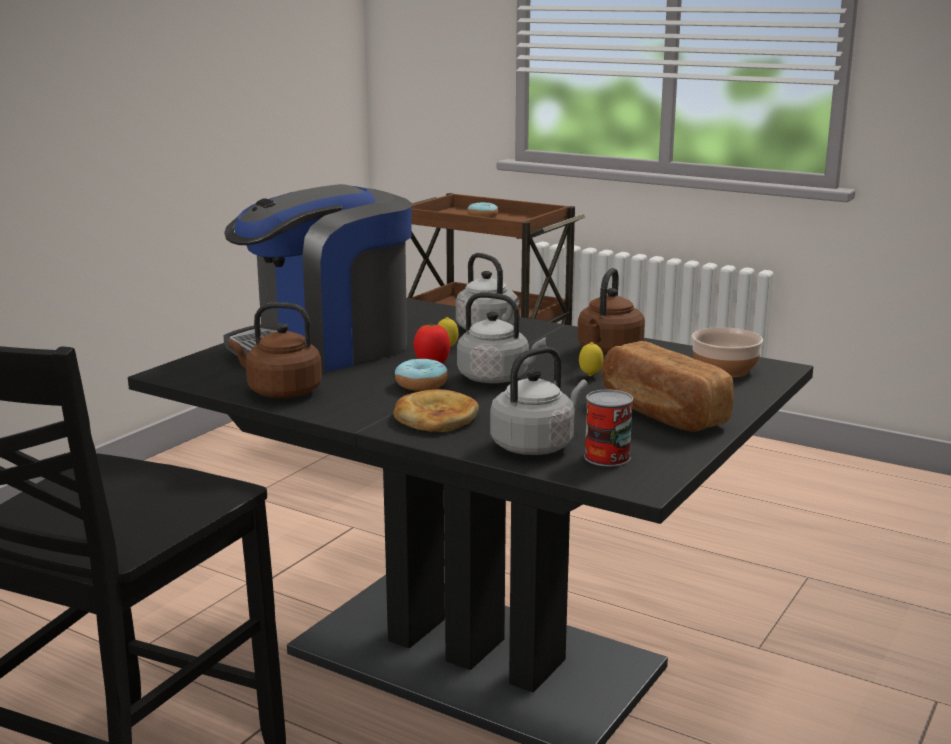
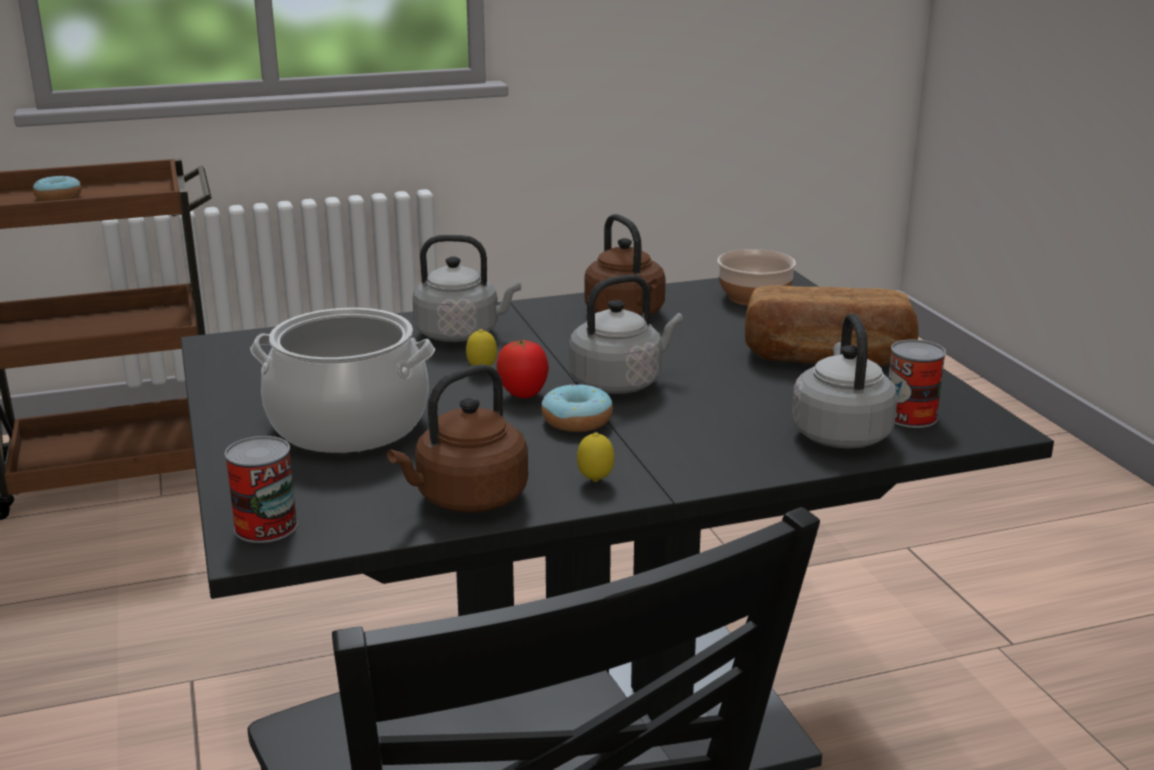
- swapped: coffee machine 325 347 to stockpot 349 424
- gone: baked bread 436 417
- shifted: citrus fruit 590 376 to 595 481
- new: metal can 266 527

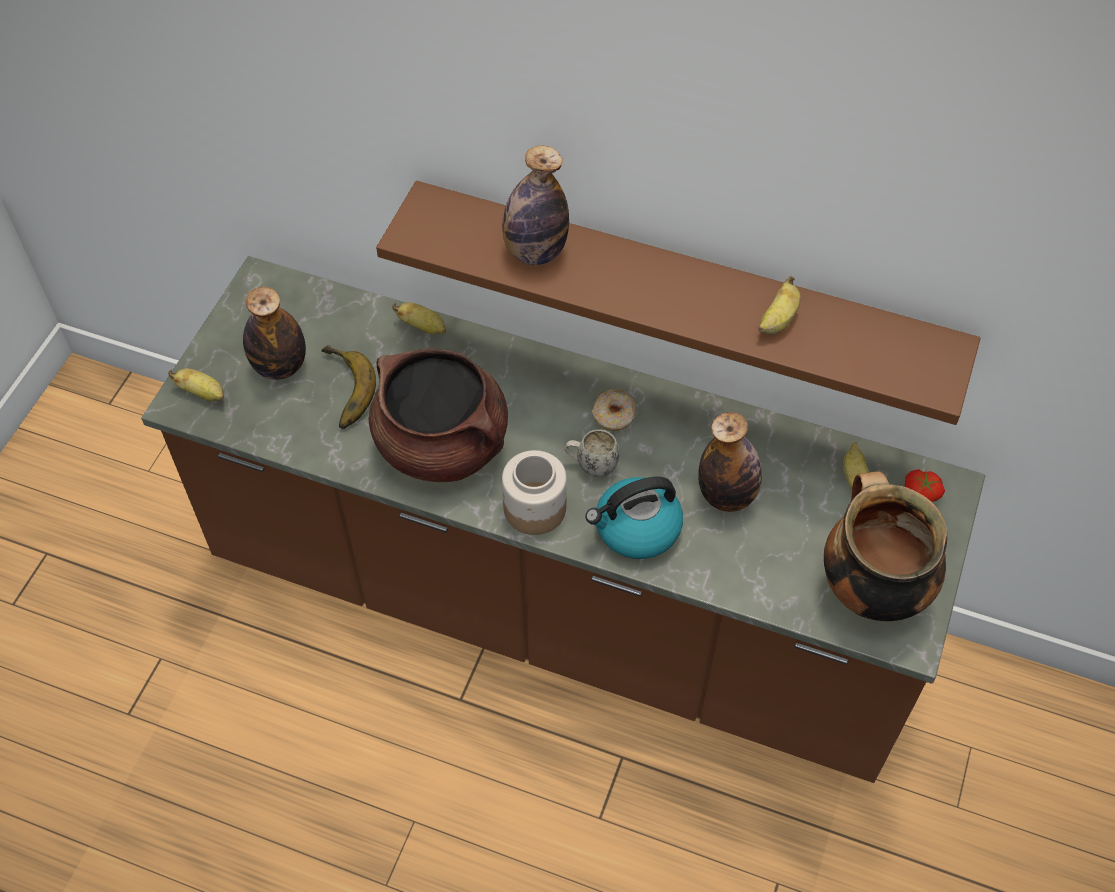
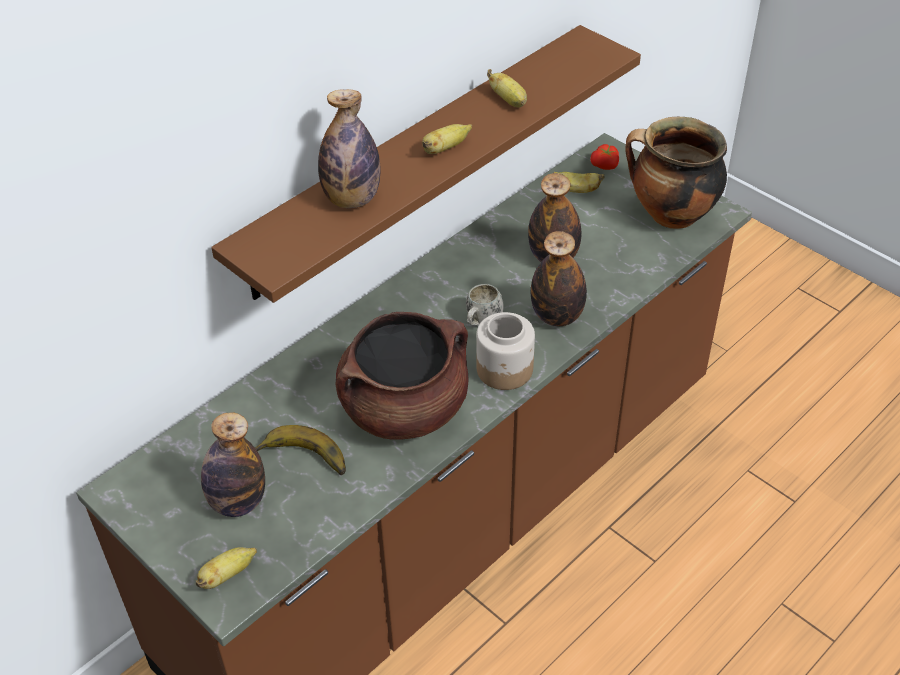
- shifted: whole banana 423 327 to 445 148
- swapped: kettle 636 529 to bottle 557 316
- gone: donut 614 415

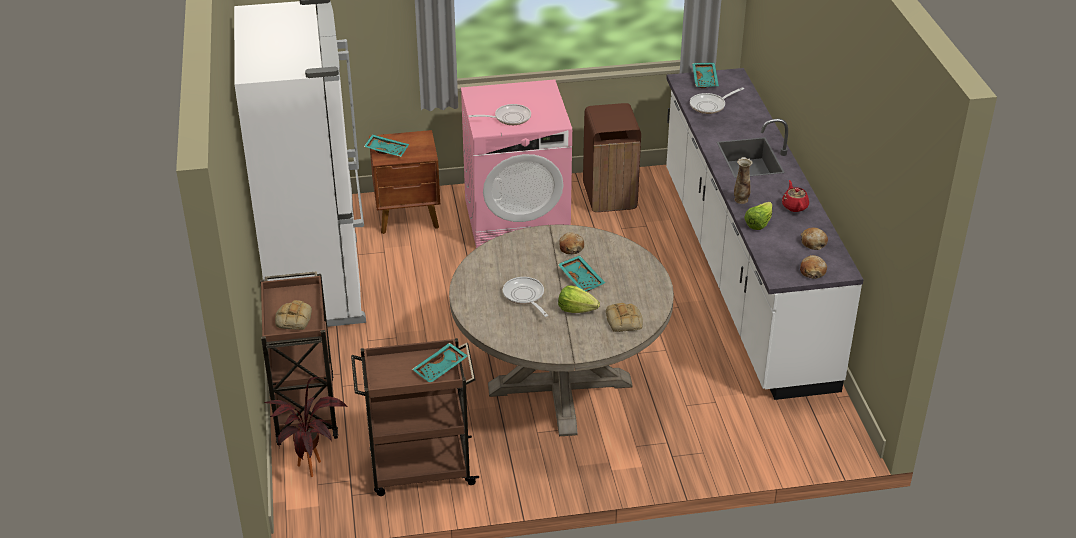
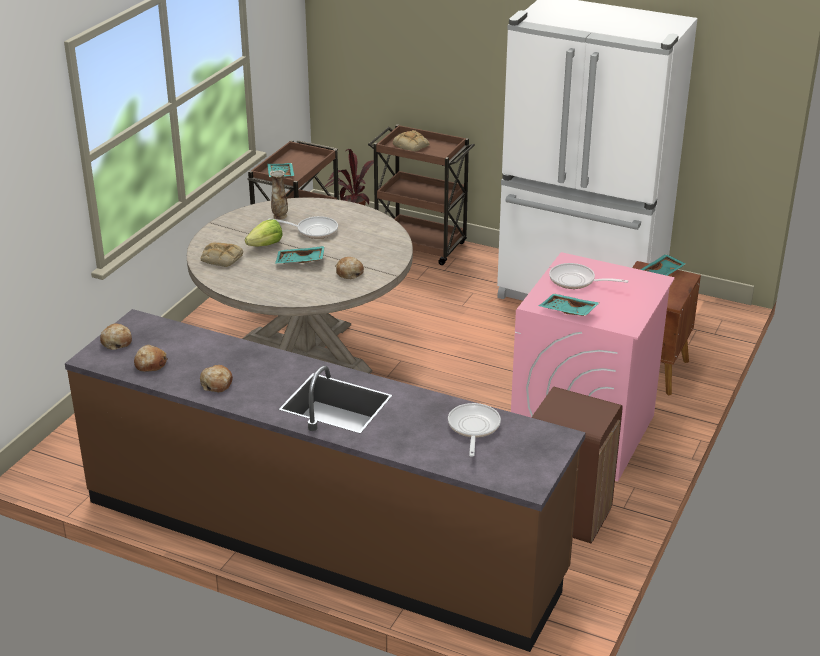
- rotated: skillet 509 118 = 576 281 90 degrees clockwise
- repainted: kitchen base unit (white-coloured) 743 275 to kitchen base unit (brownish) 321 538
- shifted: serving tray (turquoise) 705 79 to 567 312
- shifted: vase 741 200 to 280 216
- gone: lettuce head 758 223
- swapped: teapot (reddish) 794 206 to baked bread 217 384

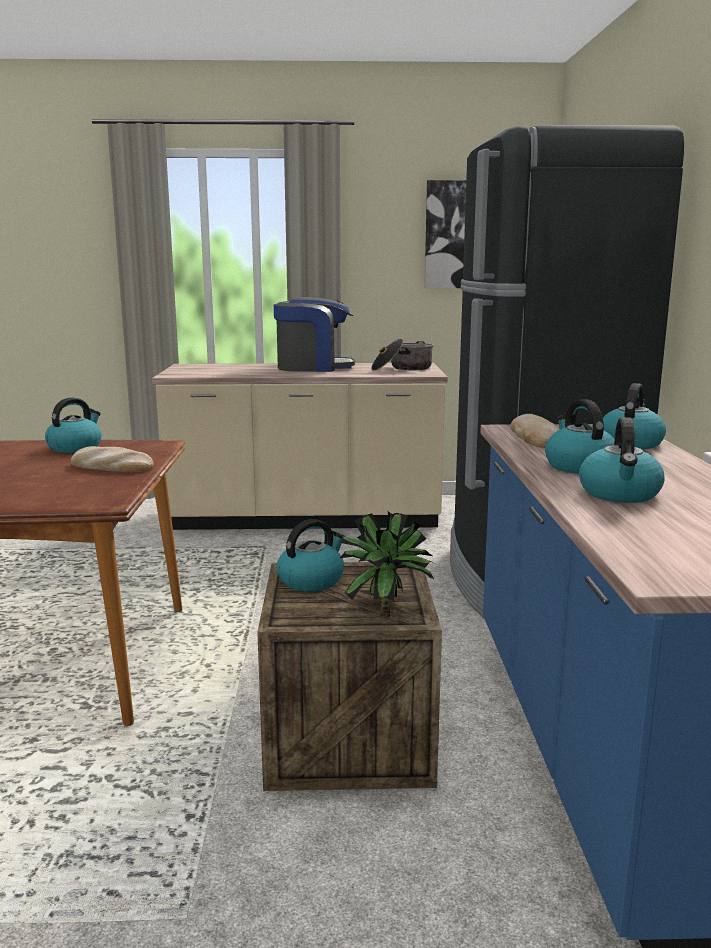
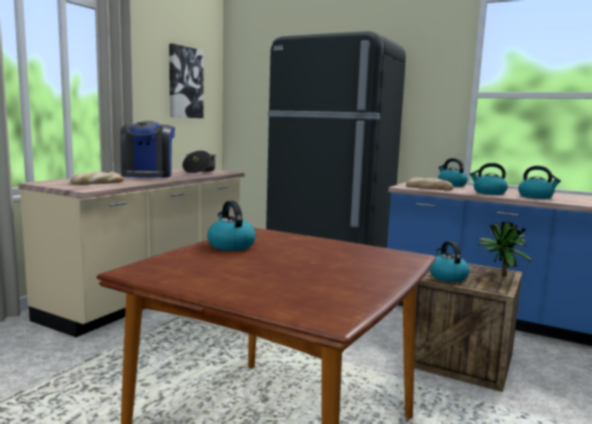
- shifted: baked bread 111 466 to 97 182
- rotated: coffee machine 313 367 = 148 175 150 degrees clockwise

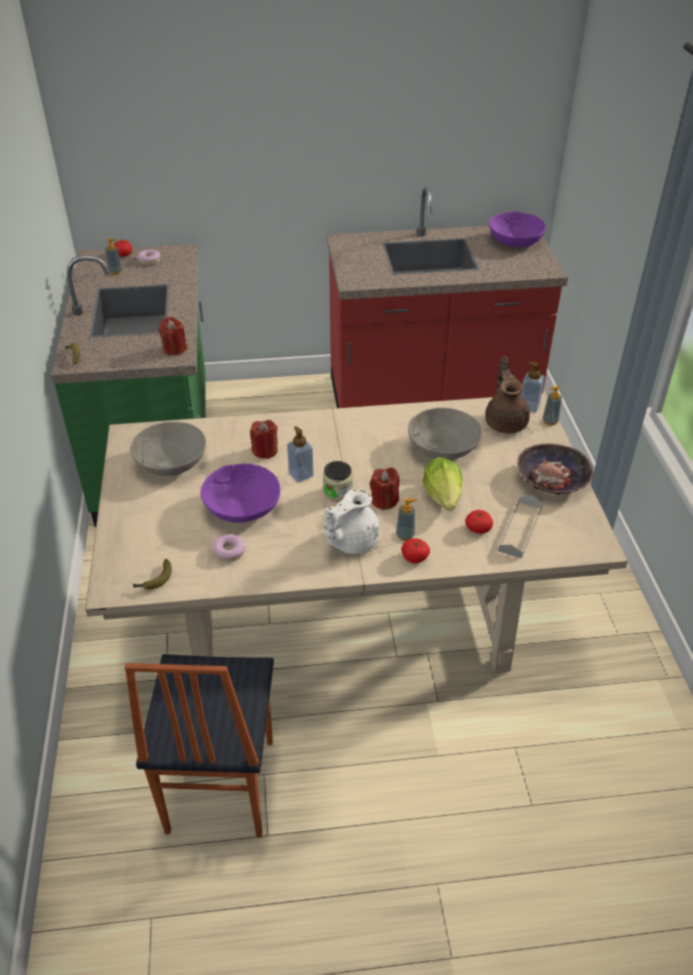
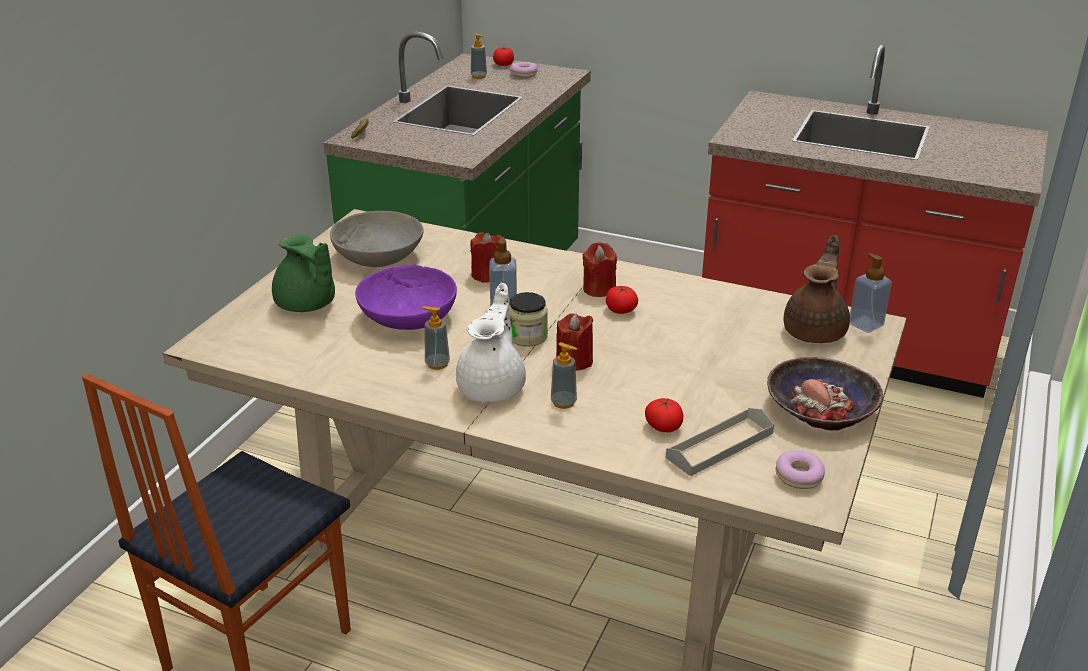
- gone: whole banana 155 580
- shifted: wax light (reddish) 174 349 to 599 289
- shifted: donut 229 551 to 799 476
- rotated: teapot (white-coloured) 351 541 = 493 387 120 degrees clockwise
- shifted: fresh tomato 414 557 to 621 309
- gone: deep dish (greyish) 442 448
- gone: lettuce head 443 496
- gone: deep dish (purplish) 514 241
- shifted: soap dispenser 549 421 to 437 364
- new: teapot (green-coloured) 307 305

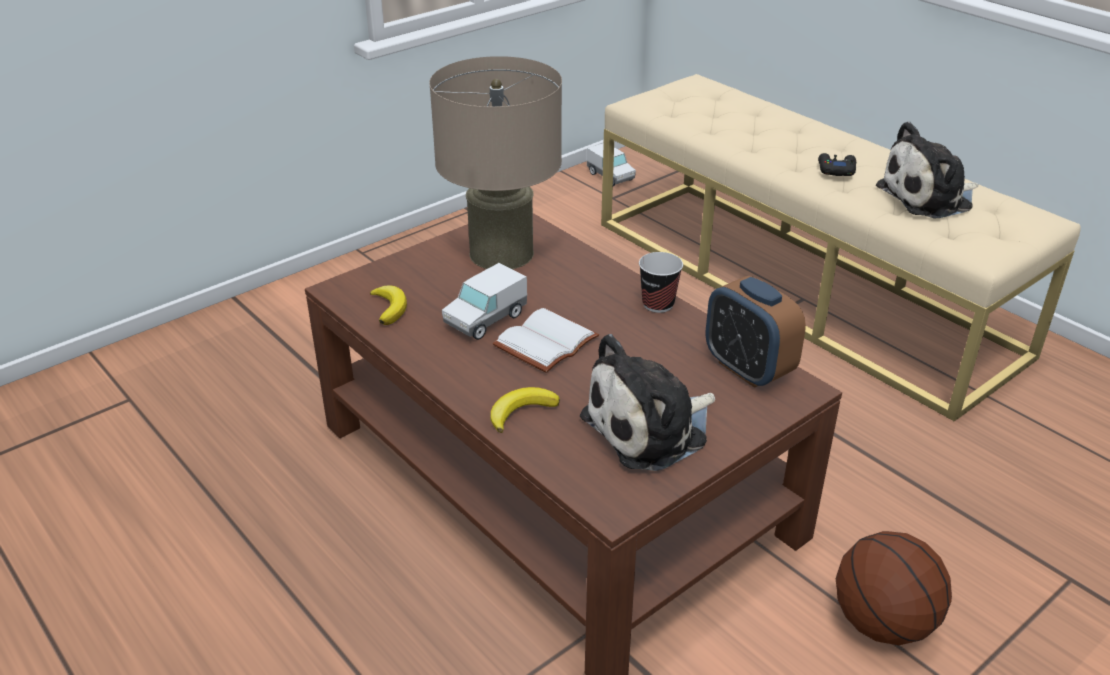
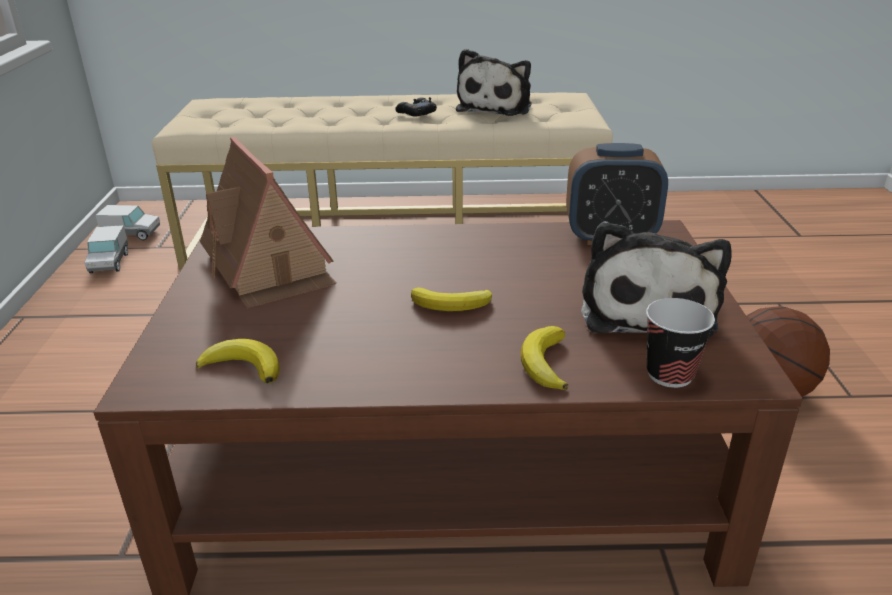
- swapped: lamp for a table (sand-coloured) 501 253 to miniature house 269 266
- shifted: toy truck 485 320 to 110 263
- swapped: volume (white-coloured) 547 344 to whole banana 453 304
- shifted: drinking cup 658 304 to 670 374

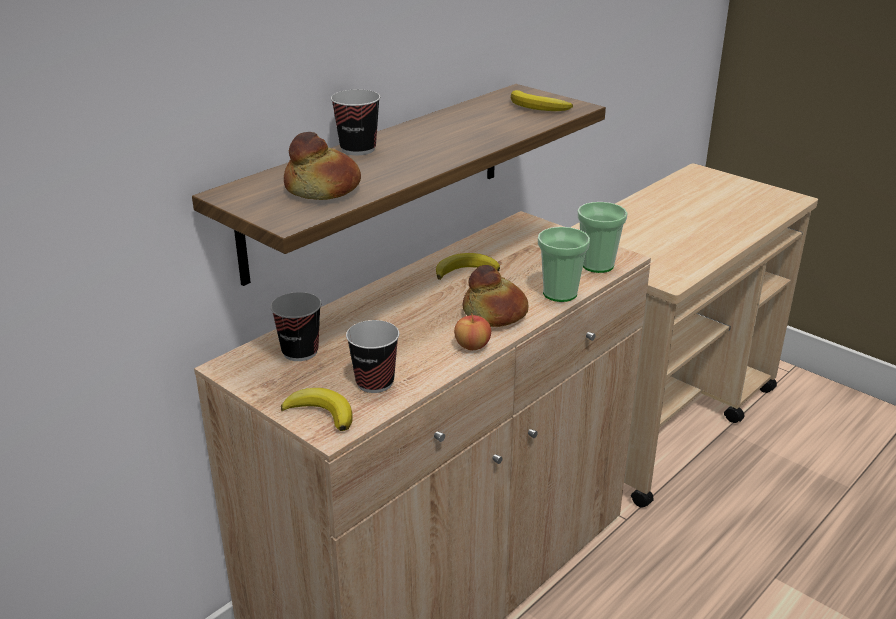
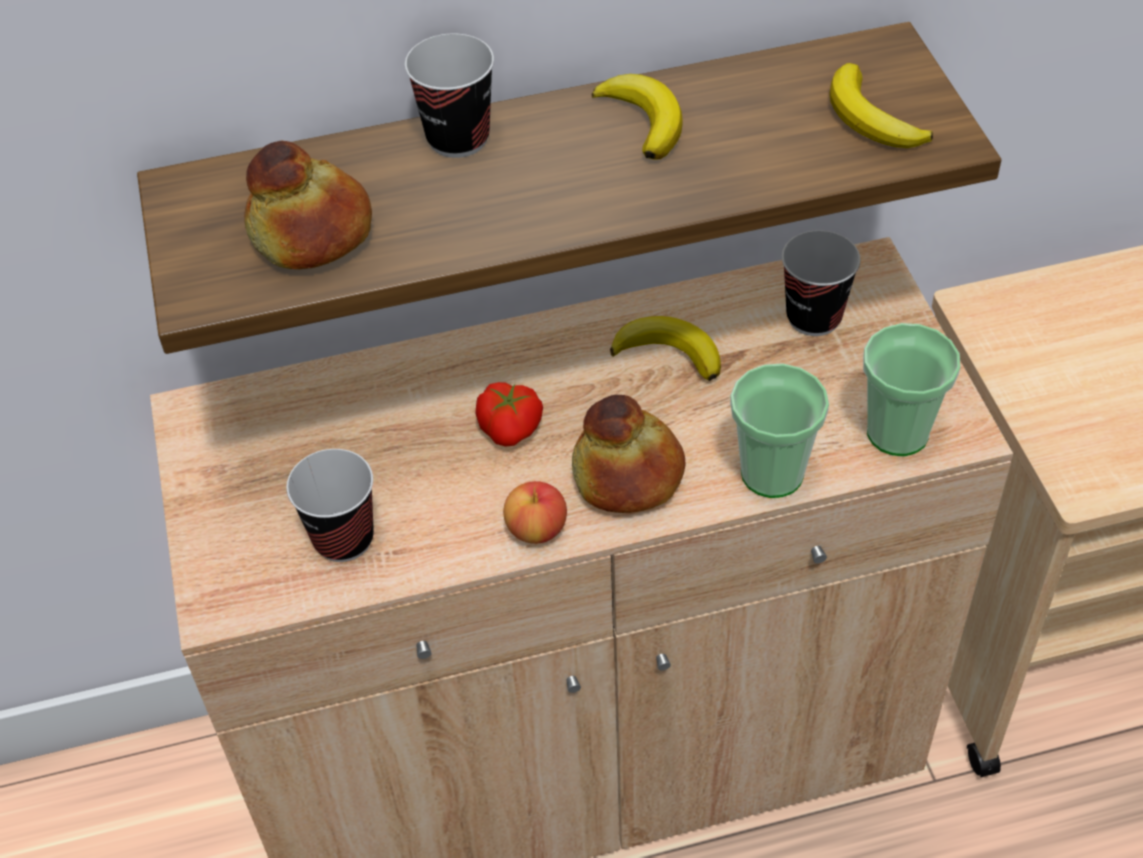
- shifted: drinking cup 300 352 to 814 317
- shifted: whole banana 321 413 to 643 120
- new: fresh tomato 511 427

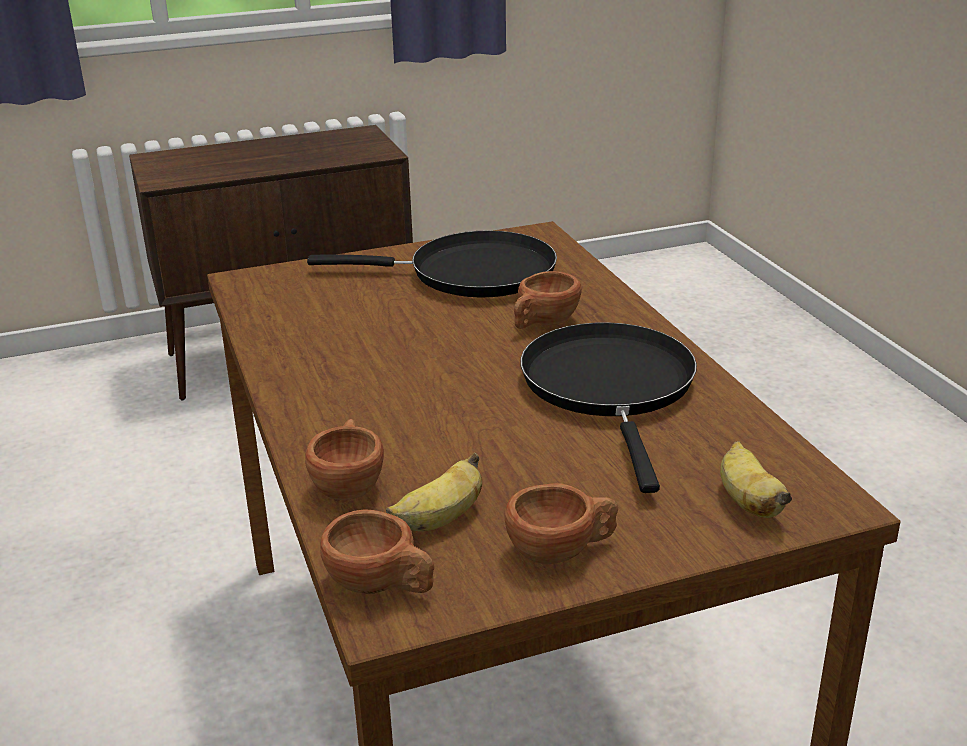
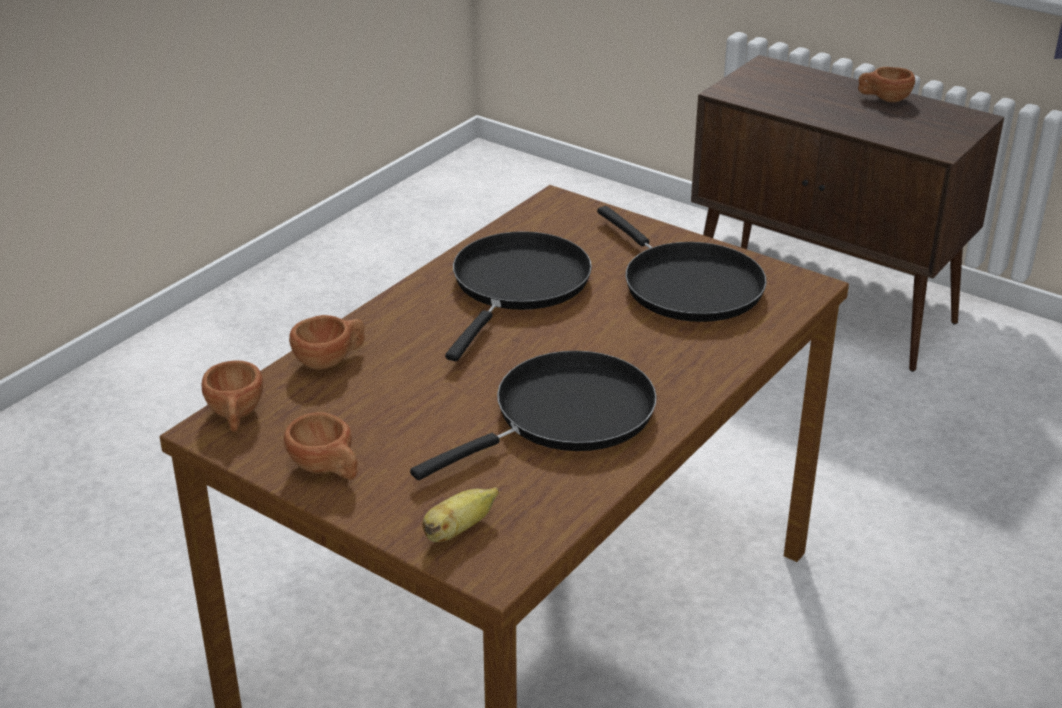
- gone: whole banana 440 520
- shifted: drinking cup (brownish) 543 323 to 883 99
- new: skillet (black) 518 286

